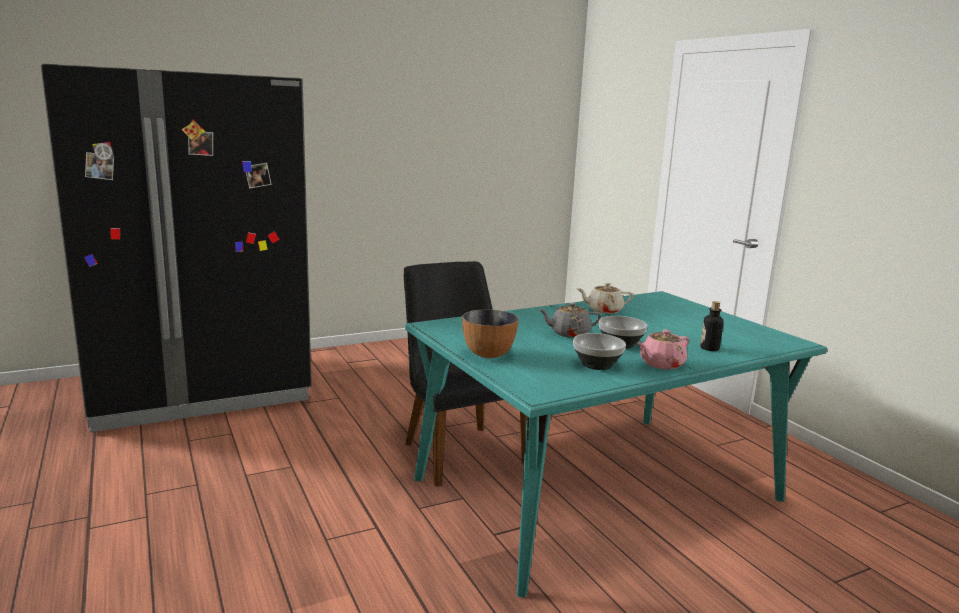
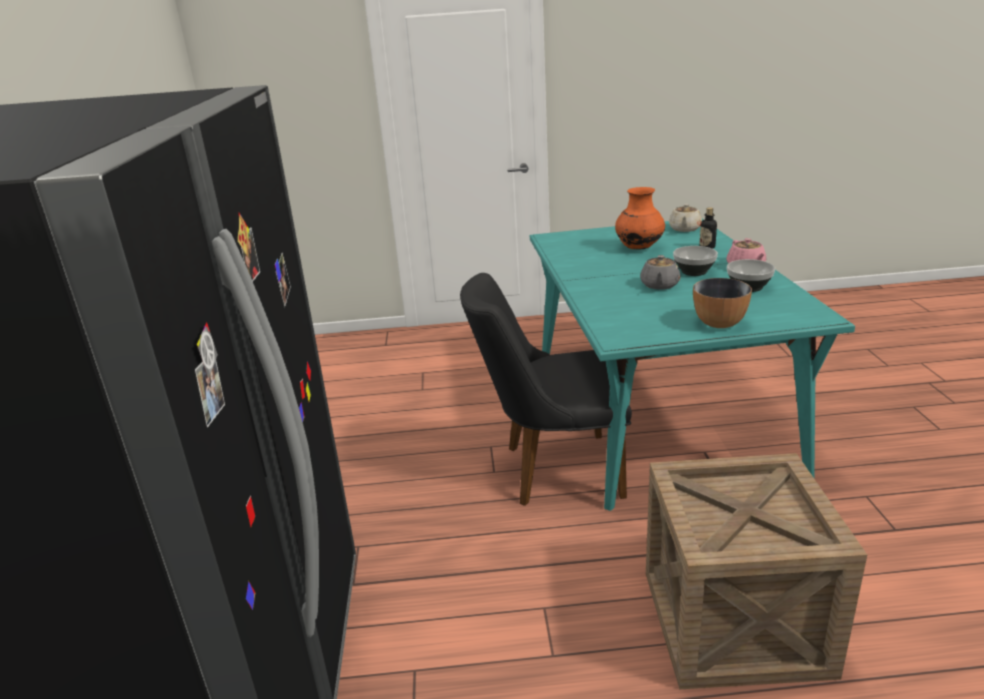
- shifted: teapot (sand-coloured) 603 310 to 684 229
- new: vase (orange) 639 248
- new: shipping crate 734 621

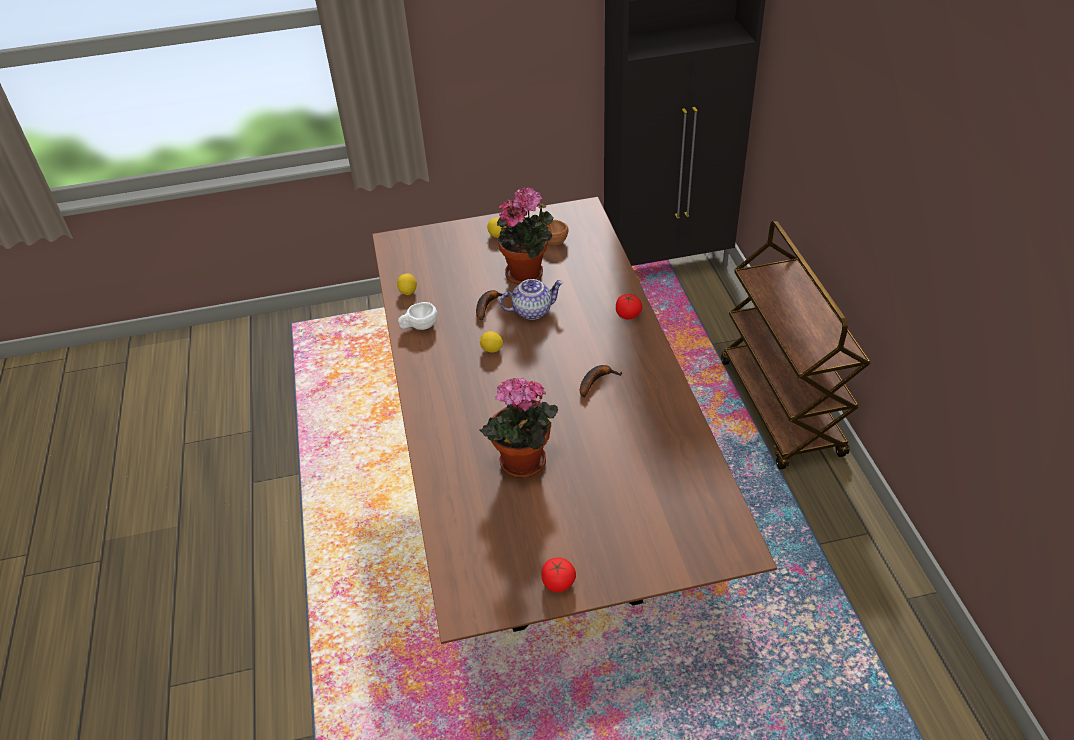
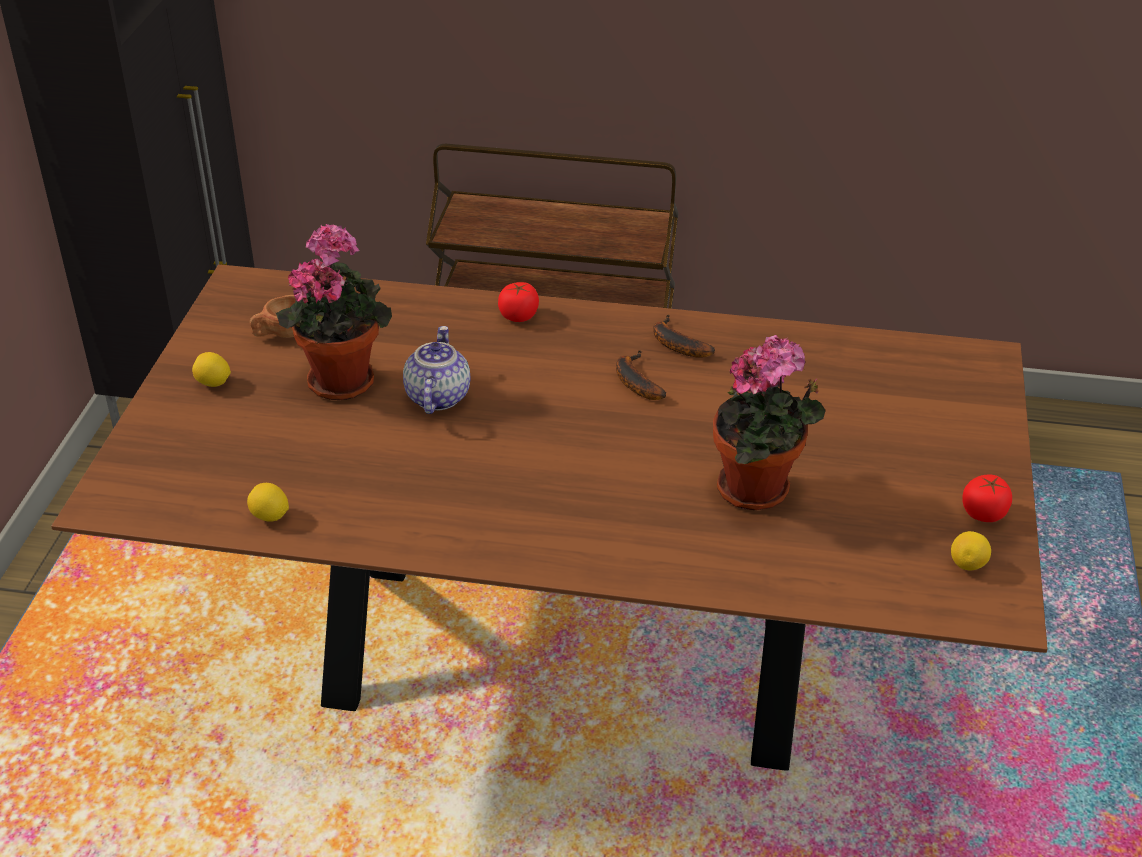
- gone: drinking cup (white-coloured) 419 326
- shifted: whole banana 488 306 to 675 344
- shifted: citrus fruit 492 350 to 968 564

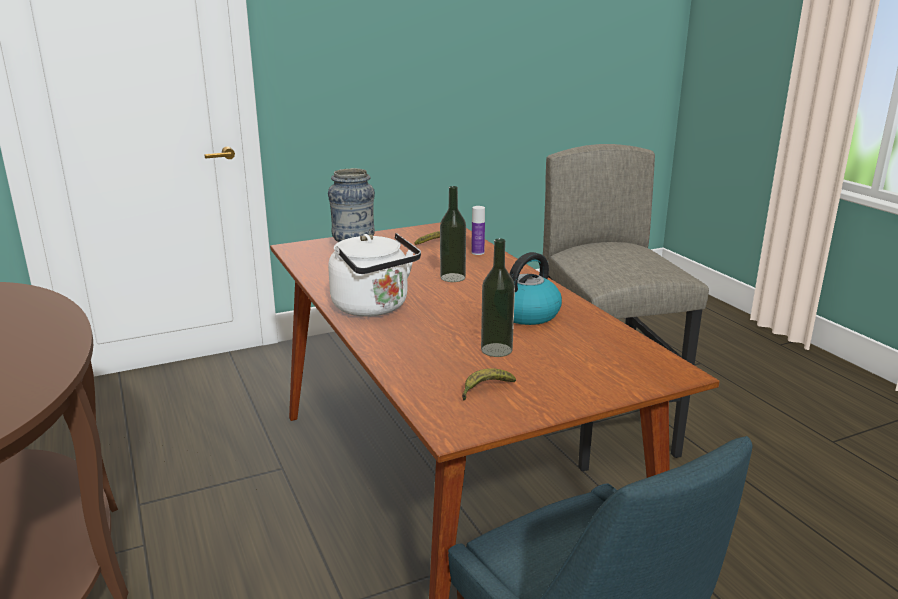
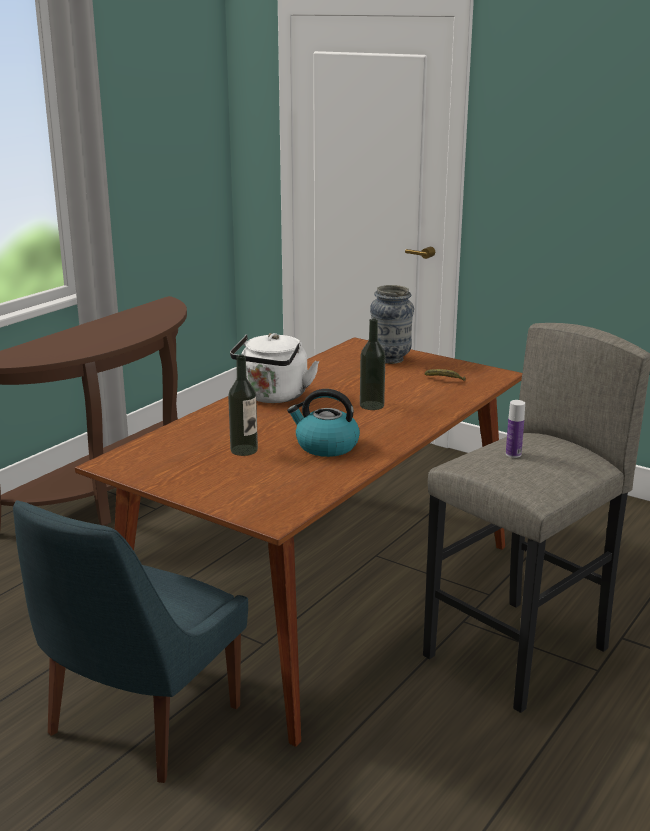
- gone: whole banana 485 389
- shifted: bottle 477 252 to 513 454

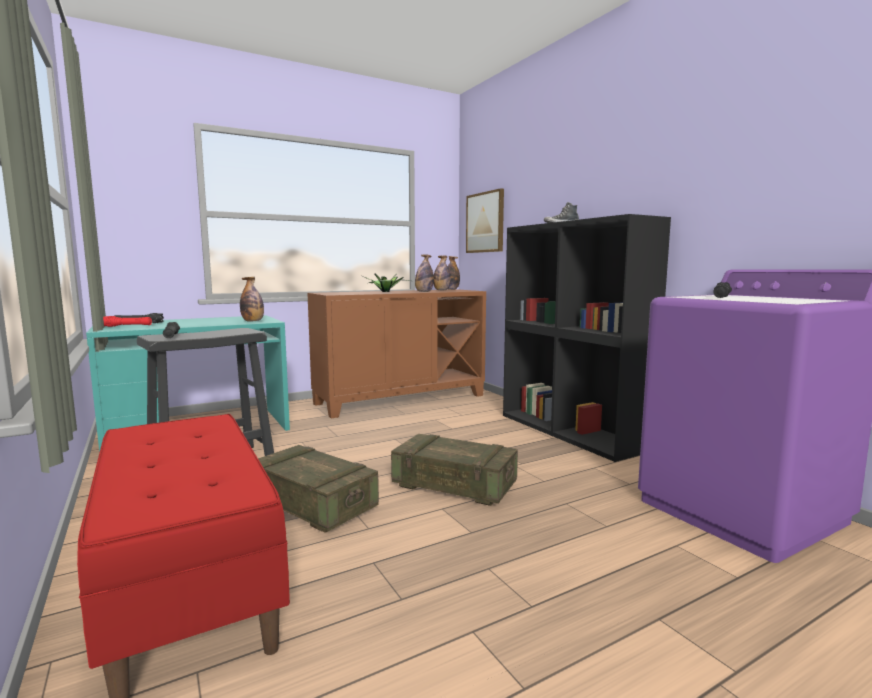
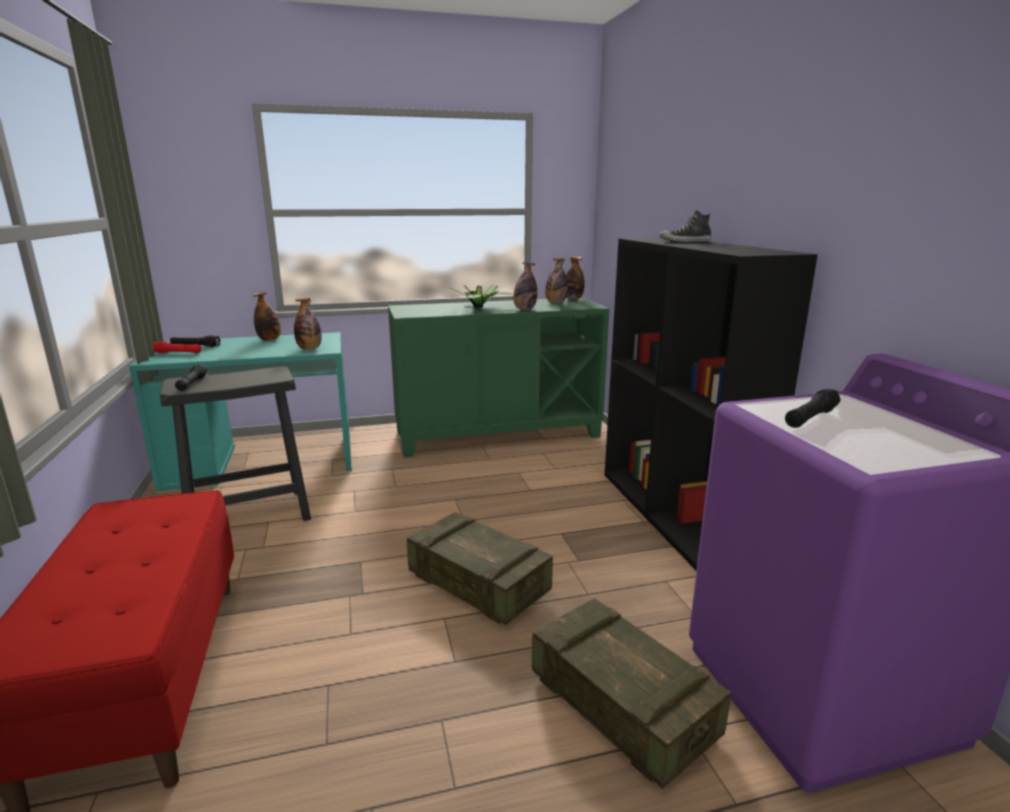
- shifted: shipping crate 312 505 to 621 706
- repainted: cabinet (brownish) 400 399 to cabinet (green-coloured) 497 434
- gone: picture 485 222
- new: bottle 269 339

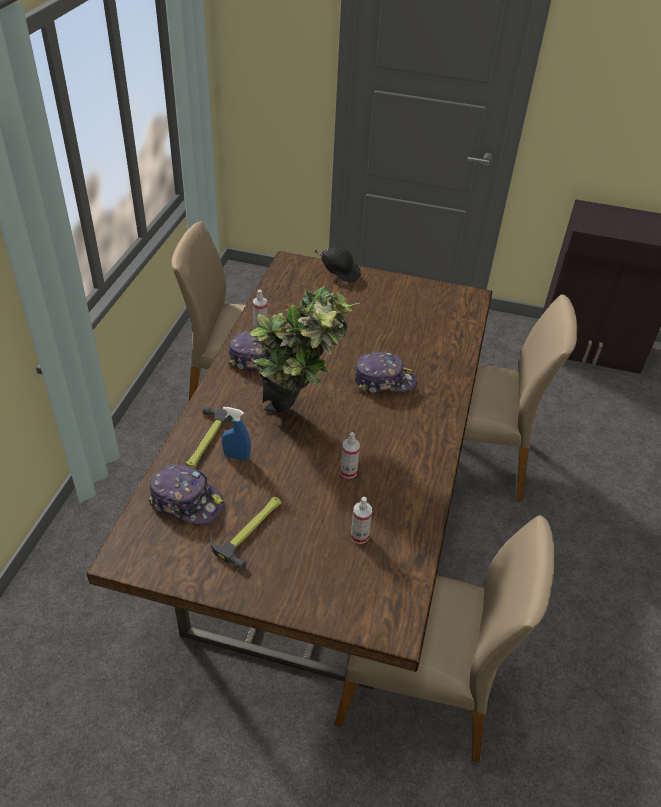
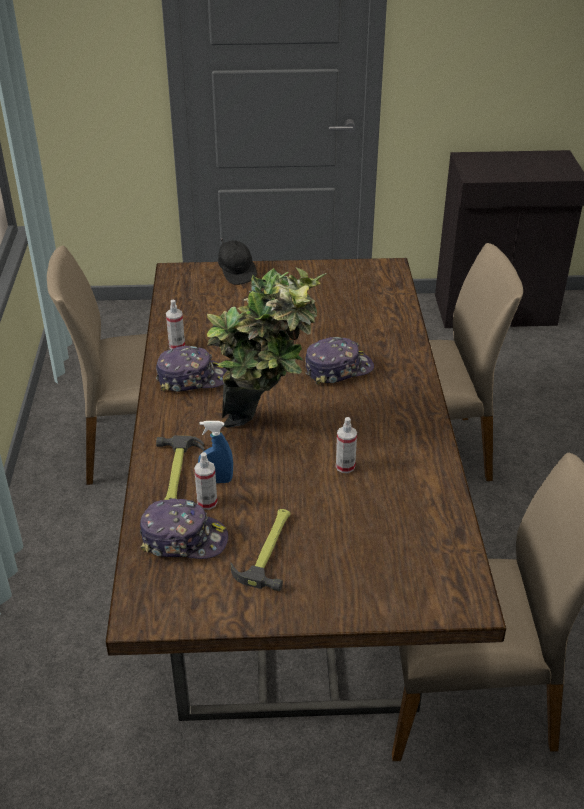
- rotated: peaked cap (black) 339 273 = 237 272 60 degrees clockwise
- shifted: hand sprayer 359 536 to 207 502

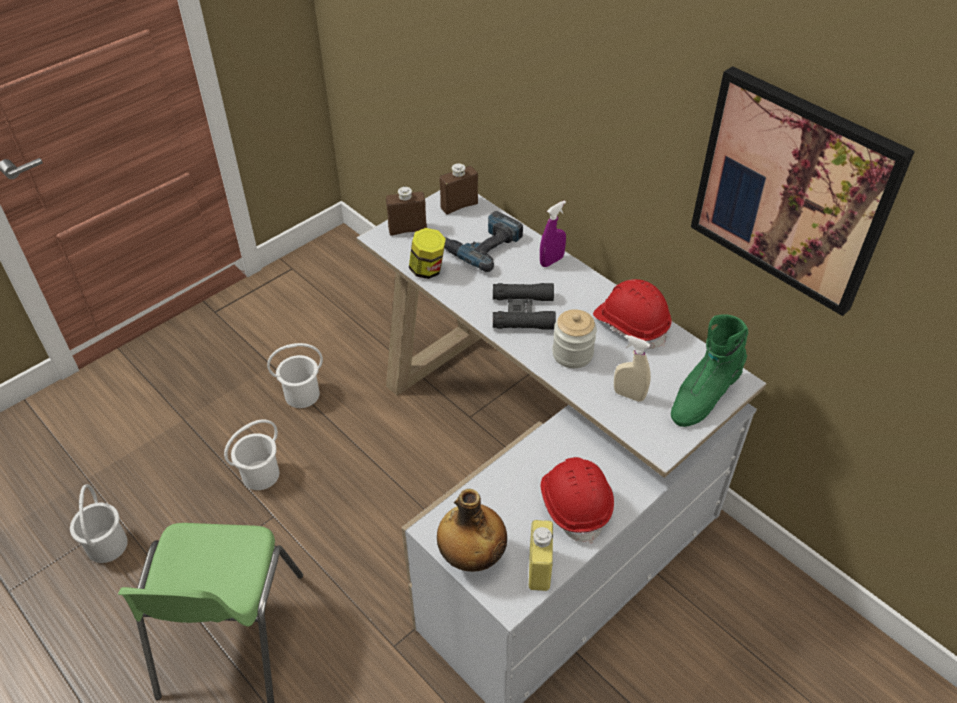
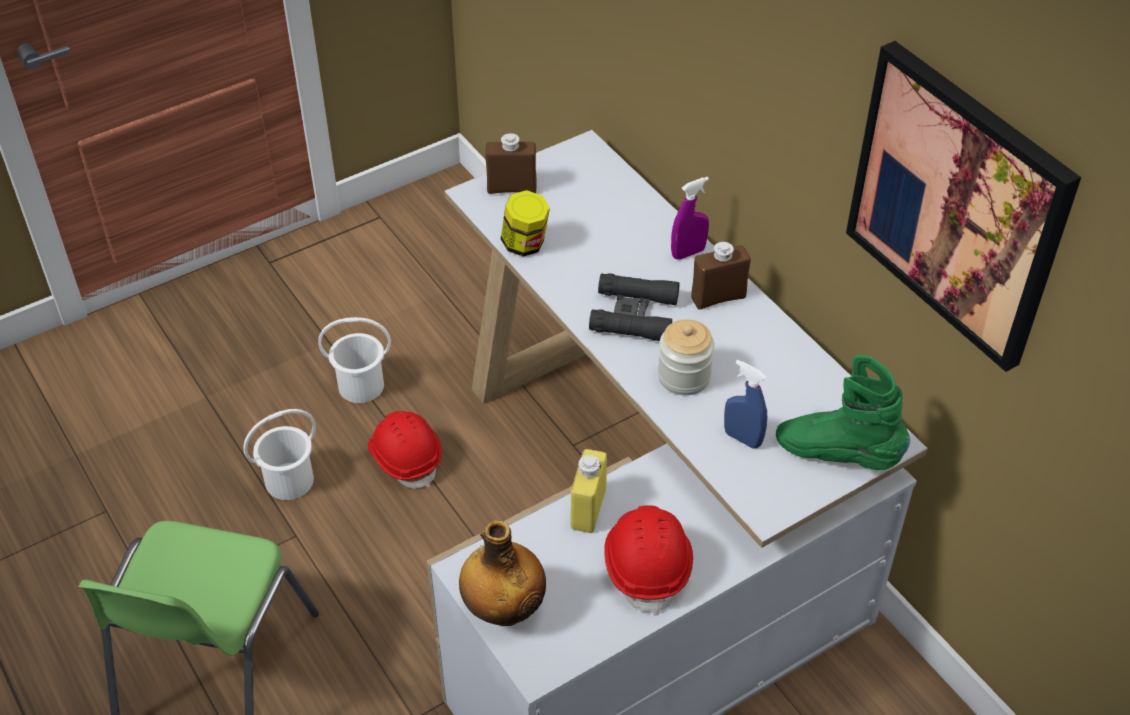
- gone: bucket (white-coloured) 106 546
- shifted: bottle (brownish) 459 206 to 718 297
- gone: drill 482 245
- shifted: bottle (yellowish) 539 568 to 588 509
- shifted: hard hat (reddish) 631 325 to 405 458
- repainted: hand sprayer (sand-coloured) 629 395 to hand sprayer (bluish) 742 438
- rotated: boot (green-coloured) 703 397 = 838 454 60 degrees clockwise

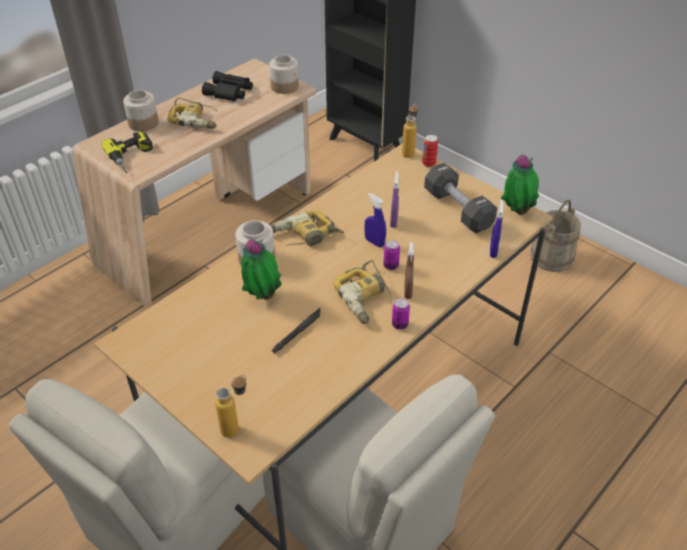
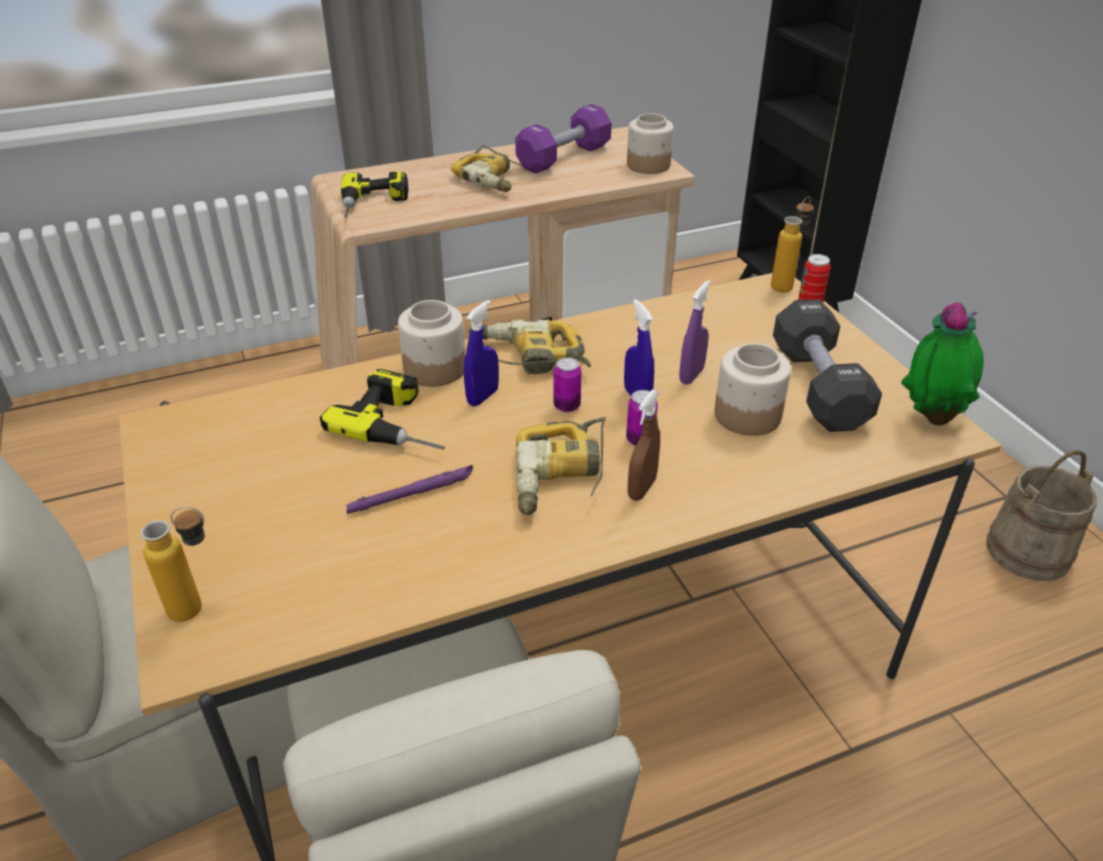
- shifted: preserve jar 143 123 to 746 415
- swapped: binoculars (black) 229 92 to free weight (purplish) 563 157
- swapped: potted plant 262 295 to drill 401 422
- repainted: flashlight (black) 298 332 to flashlight (purplish) 412 494
- shifted: metal can 400 325 to 567 406
- shifted: hand sprayer (bluish) 493 251 to 483 397

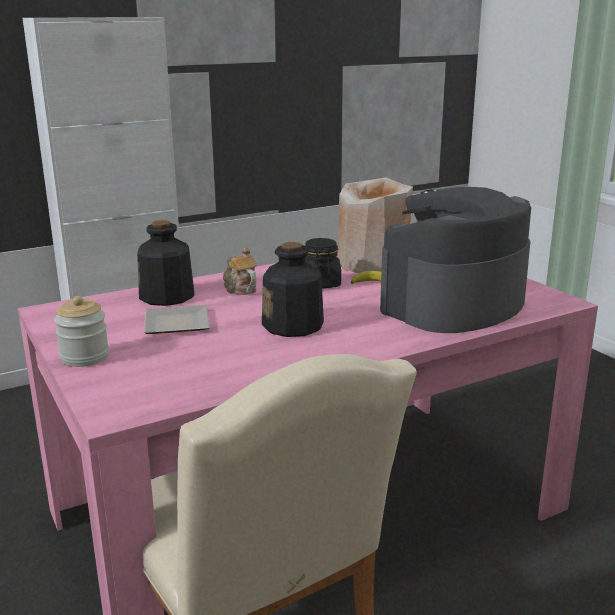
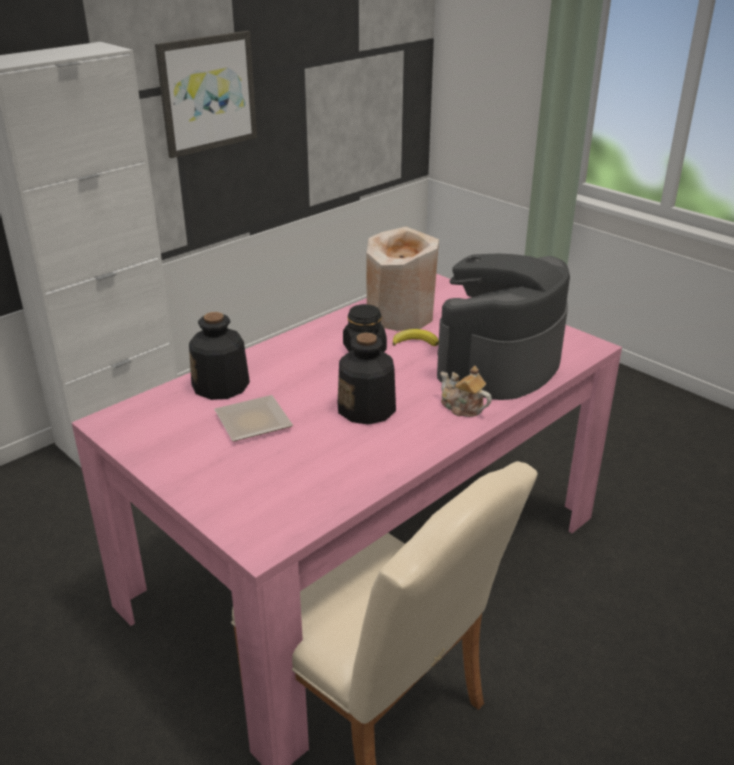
- gone: preserve jar 85 357
- shifted: teapot 240 289 to 462 407
- new: picture 207 93

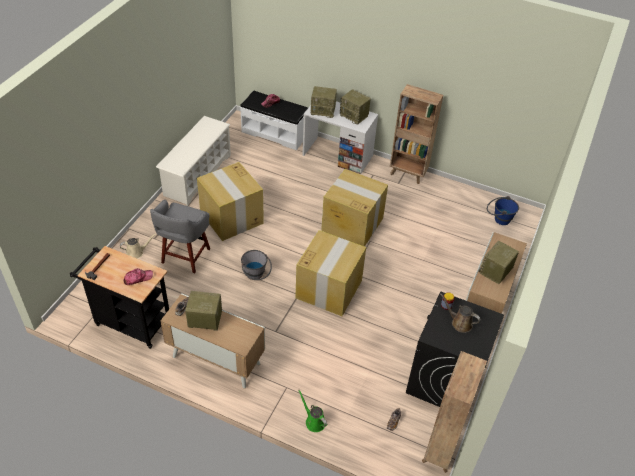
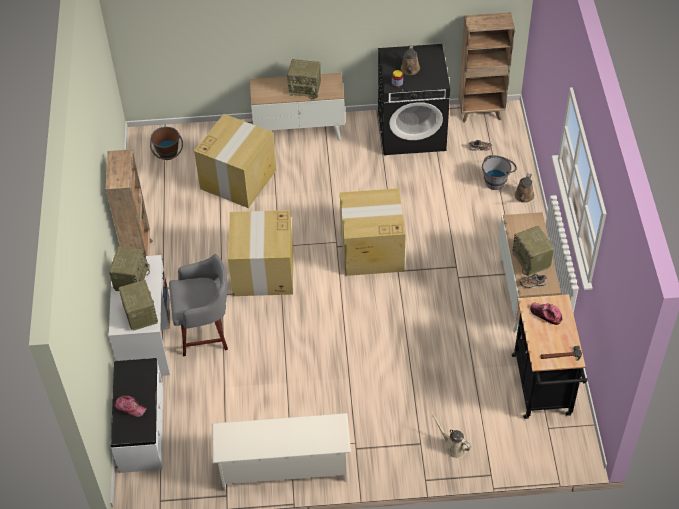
- shifted: stool seat (greyish) 185 257 to 205 333
- shifted: packing box 232 218 to 239 179
- shifted: bucket (greyish) 256 276 to 497 180
- repainted: sprinkling can (green-coloured) 313 421 to sprinkling can (brownish) 523 197
- repainted: bucket (bluish) 498 219 to bucket (brownish) 168 156

